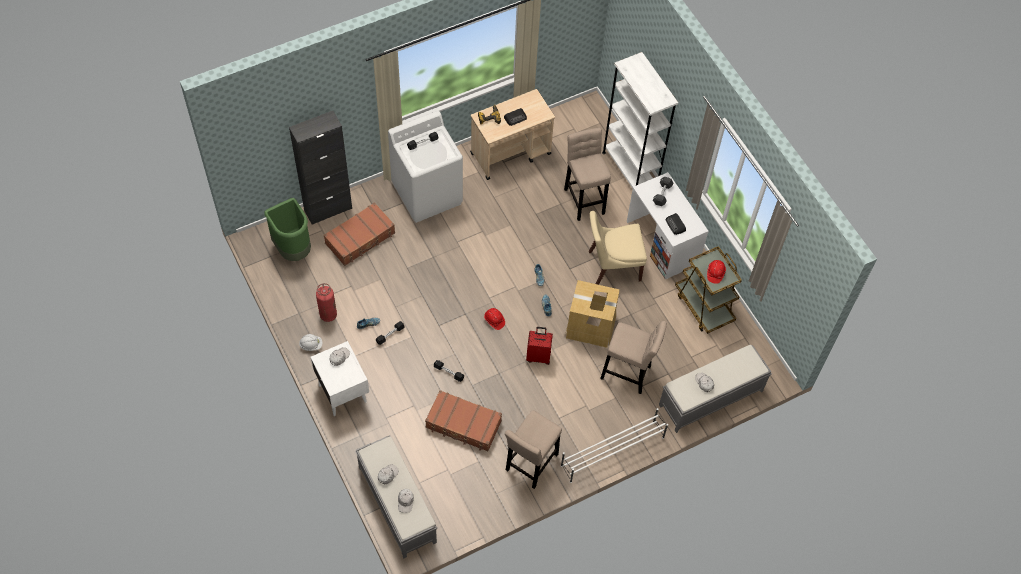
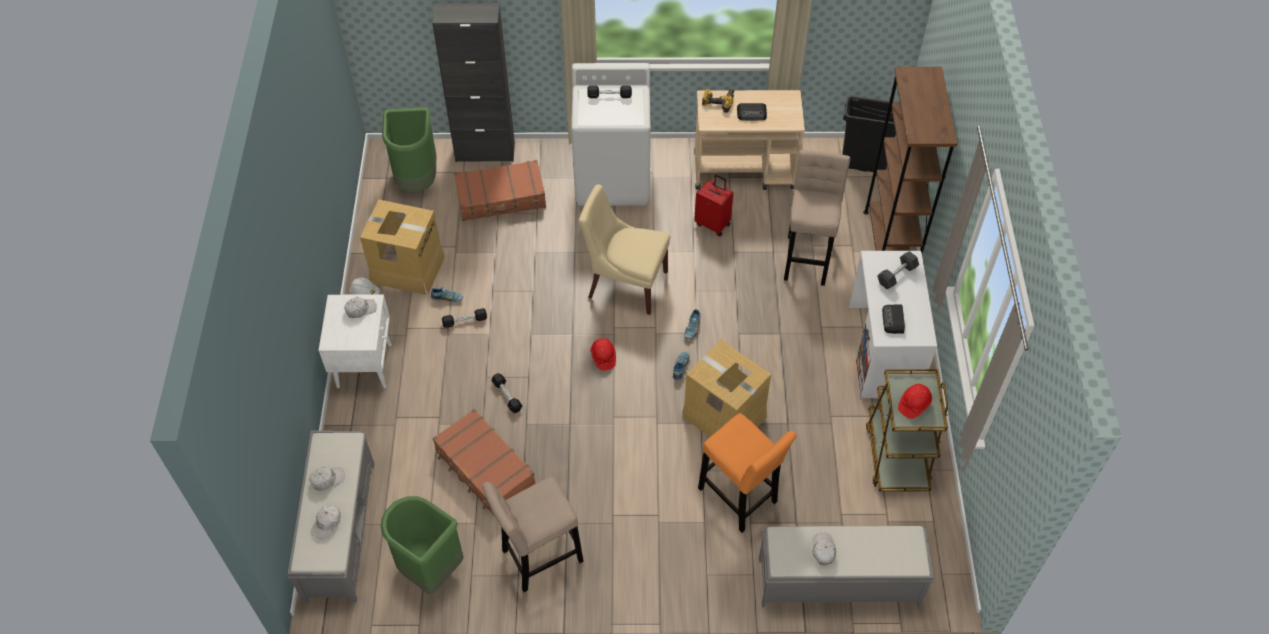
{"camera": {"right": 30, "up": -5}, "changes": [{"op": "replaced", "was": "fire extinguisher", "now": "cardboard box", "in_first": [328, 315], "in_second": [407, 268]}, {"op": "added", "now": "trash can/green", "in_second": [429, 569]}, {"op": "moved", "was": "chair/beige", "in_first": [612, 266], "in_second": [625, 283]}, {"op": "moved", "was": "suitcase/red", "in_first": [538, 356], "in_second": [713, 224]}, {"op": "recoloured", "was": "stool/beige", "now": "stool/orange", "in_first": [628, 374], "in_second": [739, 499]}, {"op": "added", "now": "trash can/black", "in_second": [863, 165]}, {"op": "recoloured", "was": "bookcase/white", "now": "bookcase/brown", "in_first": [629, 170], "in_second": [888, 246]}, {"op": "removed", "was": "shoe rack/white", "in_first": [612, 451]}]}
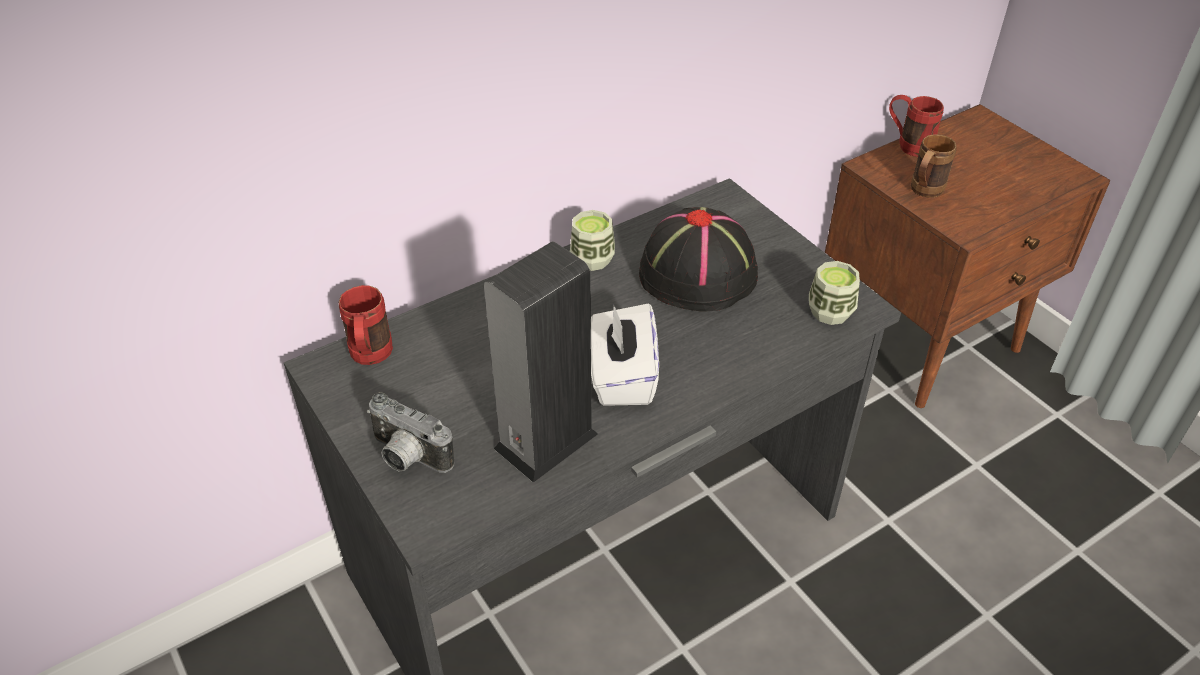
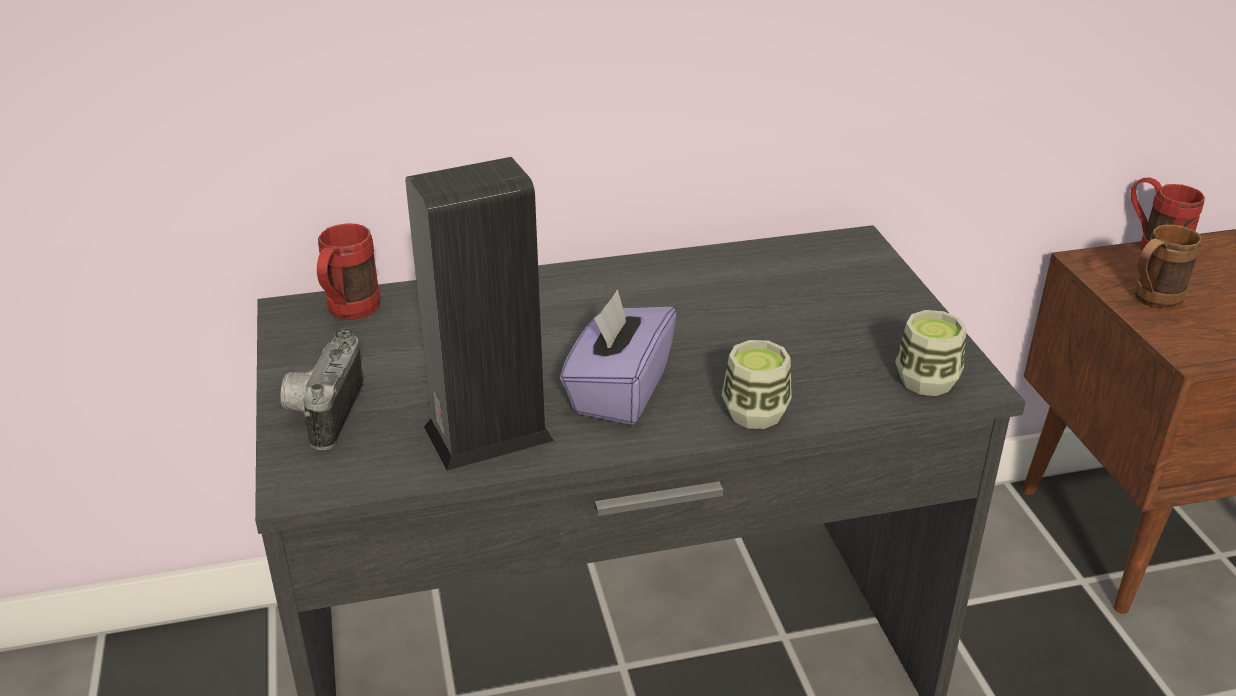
{"camera": {"right": 20, "up": -10}, "changes": [{"op": "turned", "was": "photo camera", "in_first": [407, 457], "in_second": [323, 413], "clockwise": 45}, {"op": "recoloured", "was": "tissue box/white", "now": "tissue box/purple", "in_first": [622, 377], "in_second": [619, 391]}, {"op": "moved", "was": "cup", "in_first": [592, 259], "in_second": [755, 413]}, {"op": "removed", "was": "hat/black", "in_first": [698, 273]}]}
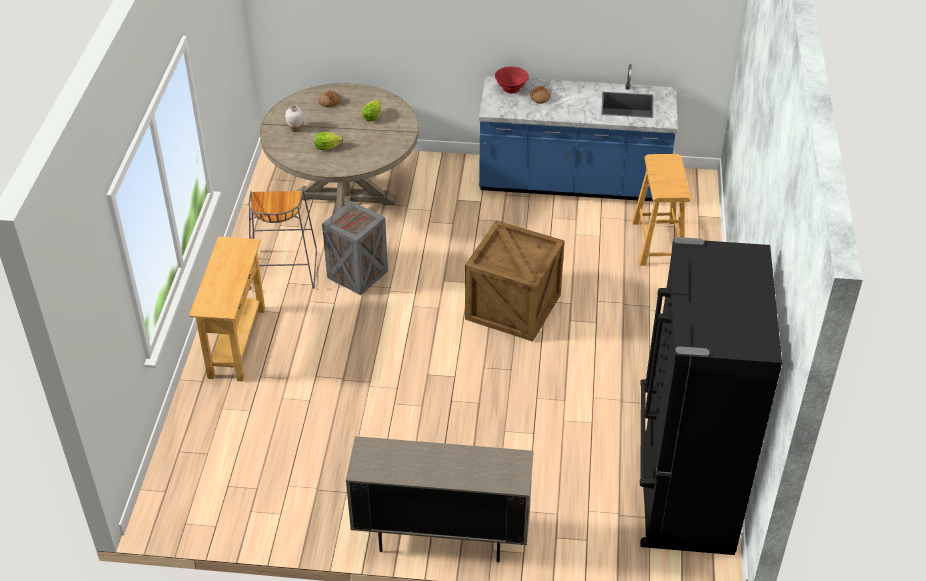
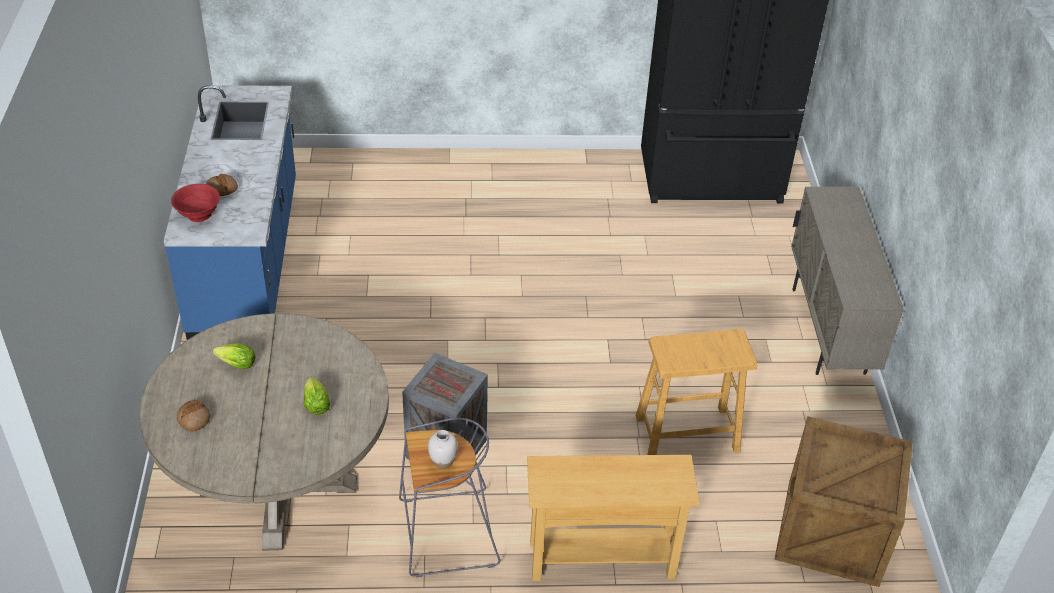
{"camera": {"right": -100, "up": 0}, "changes": [{"op": "moved", "was": "vase/white", "in_first": [296, 128], "in_second": [442, 462]}, {"op": "moved", "was": "stool/beige", "in_first": [657, 243], "in_second": [686, 433]}, {"op": "moved", "was": "crate", "in_first": [513, 308], "in_second": [834, 531]}]}
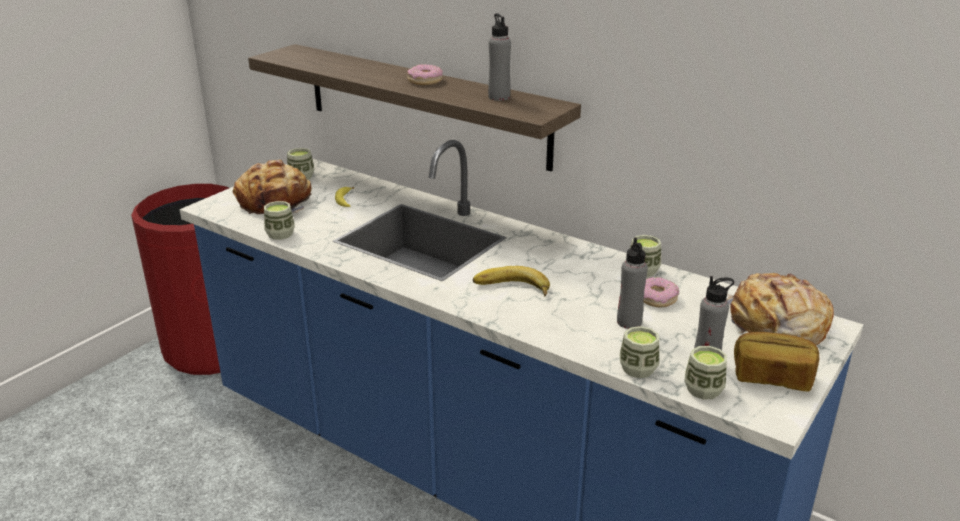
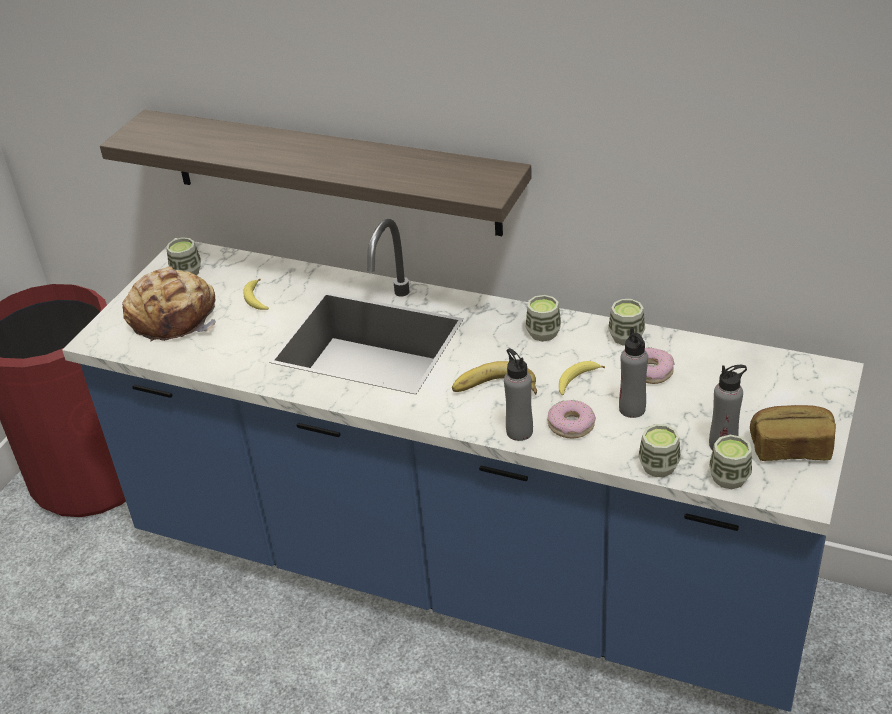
{"camera": {"right": -10, "up": 10}, "changes": [{"op": "moved", "was": "bottle/grey", "in_first": [499, 97], "in_second": [519, 431]}, {"op": "moved", "was": "cup", "in_first": [280, 234], "in_second": [543, 333]}, {"op": "moved", "was": "donut", "in_first": [425, 81], "in_second": [571, 425]}, {"op": "added", "now": "banana", "in_second": [576, 381]}, {"op": "removed", "was": "bread", "in_first": [776, 326]}]}
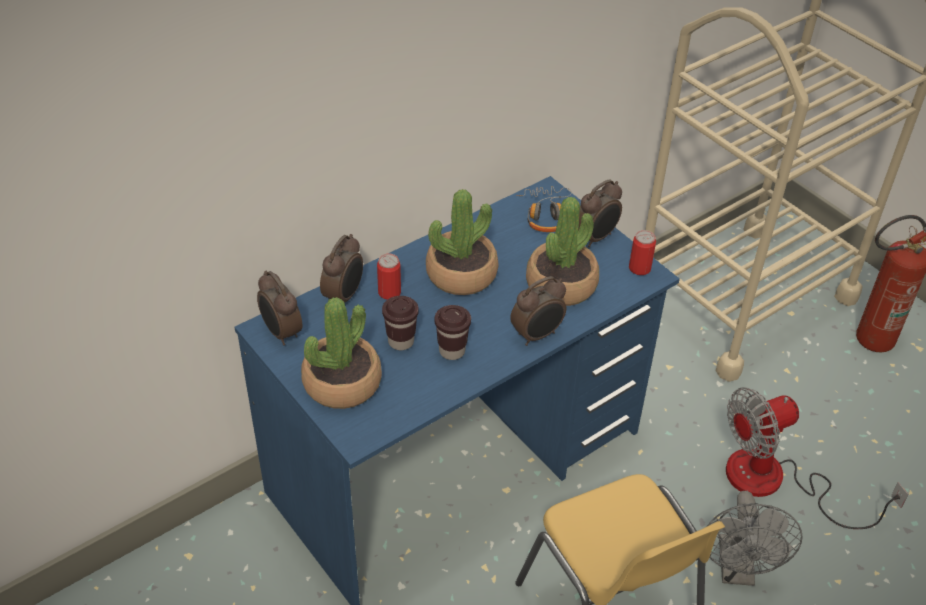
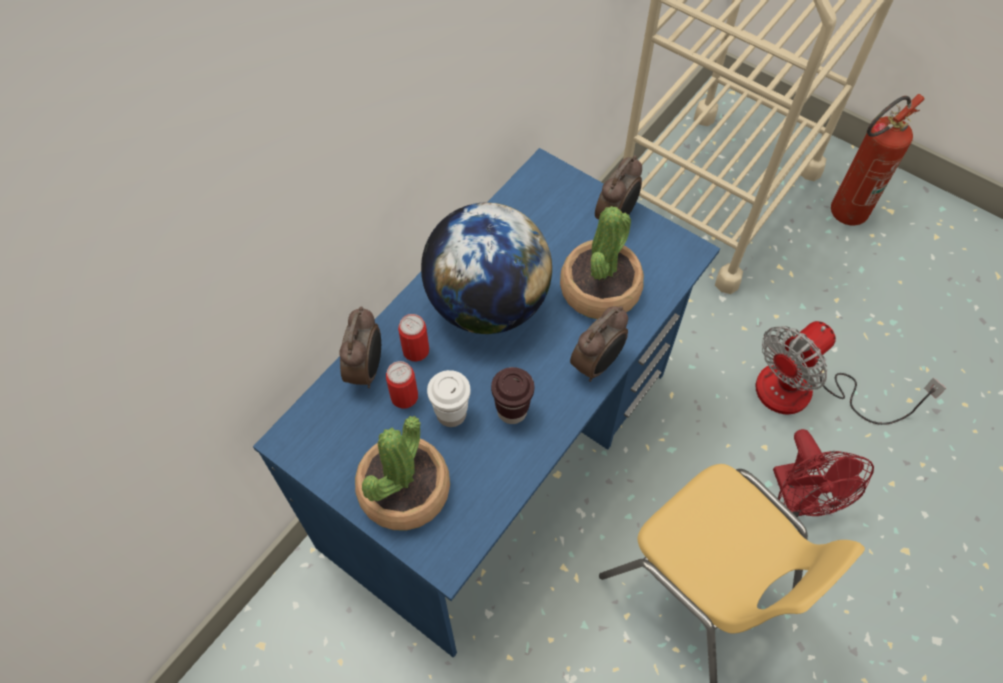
{"camera": {"right": -15, "up": 15}, "changes": [{"op": "moved", "was": "can", "in_first": [639, 268], "in_second": [404, 396]}, {"op": "replaced", "was": "potted plant", "now": "globe", "in_first": [461, 274], "in_second": [487, 304]}, {"op": "recoloured", "was": "cup/brown", "now": "cup/white", "in_first": [401, 341], "in_second": [451, 414]}, {"op": "recoloured", "was": "fan/grey", "now": "fan/red", "in_first": [737, 570], "in_second": [799, 499]}, {"op": "removed", "was": "alarm clock", "in_first": [281, 333]}, {"op": "removed", "was": "headphones", "in_first": [545, 215]}]}
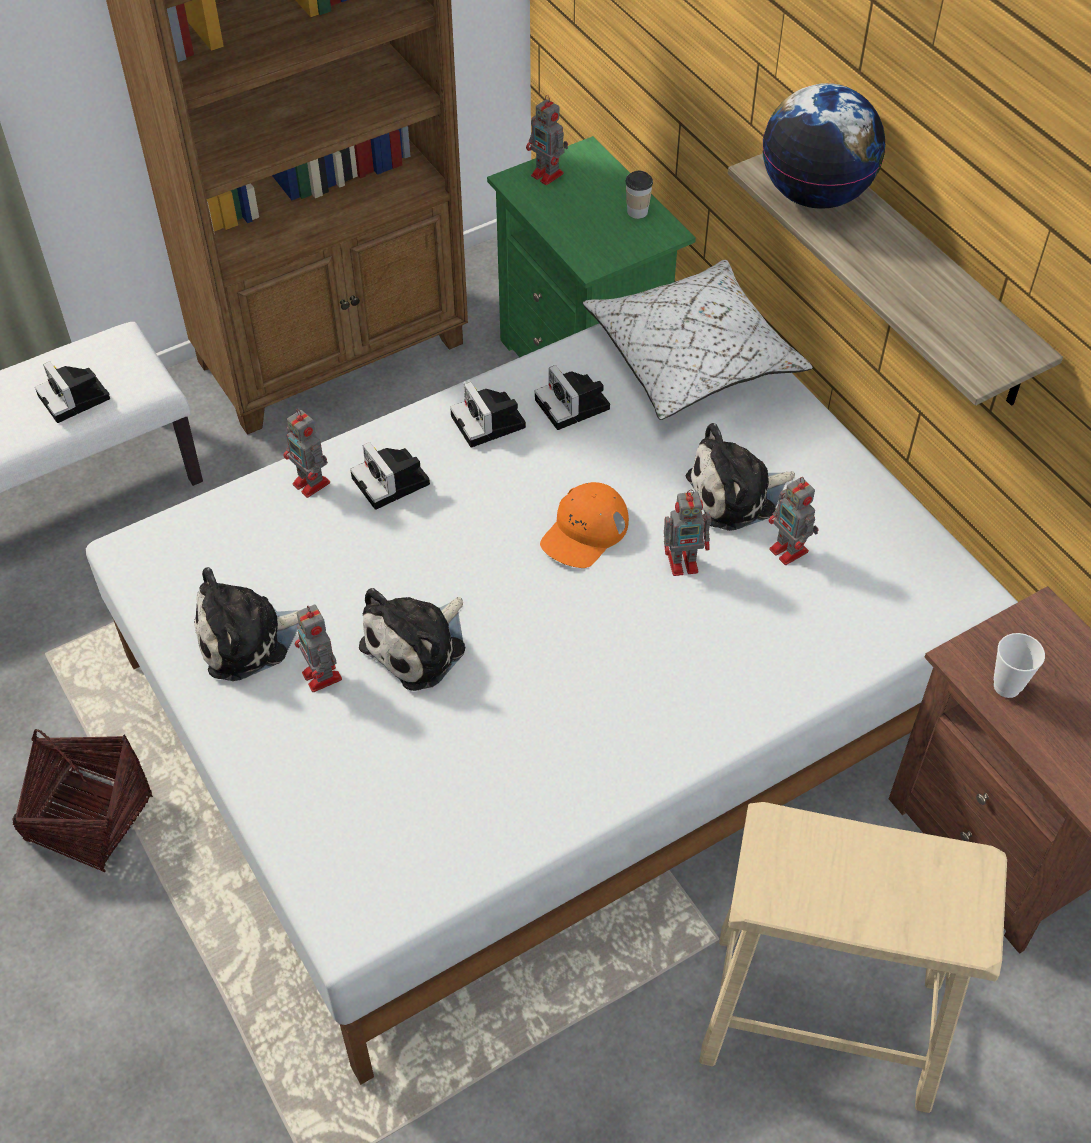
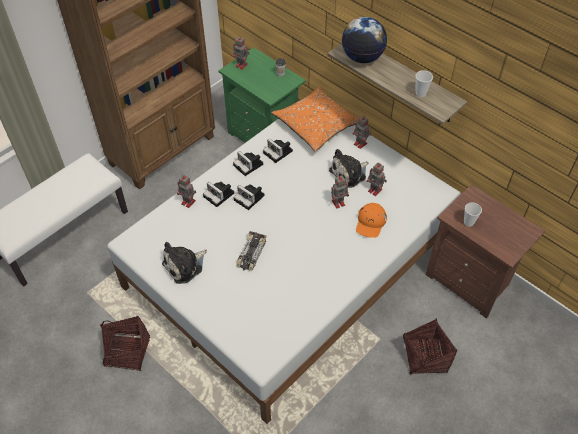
{"camera": {"right": -15, "up": 0}, "changes": [{"op": "moved", "was": "photo camera", "in_first": [76, 398], "in_second": [250, 198]}, {"op": "replaced", "was": "plush toy", "now": "toy car", "in_first": [418, 645], "in_second": [251, 254]}, {"op": "recoloured", "was": "pillow/white", "now": "pillow/orange", "in_first": [692, 357], "in_second": [316, 125]}, {"op": "moved", "was": "toy robot", "in_first": [323, 677], "in_second": [361, 144]}, {"op": "moved", "was": "cap/orange", "in_first": [584, 531], "in_second": [370, 222]}, {"op": "replaced", "was": "stool/beige", "now": "basket", "in_first": [820, 1016], "in_second": [424, 357]}, {"op": "added", "now": "cup", "in_second": [420, 93]}]}
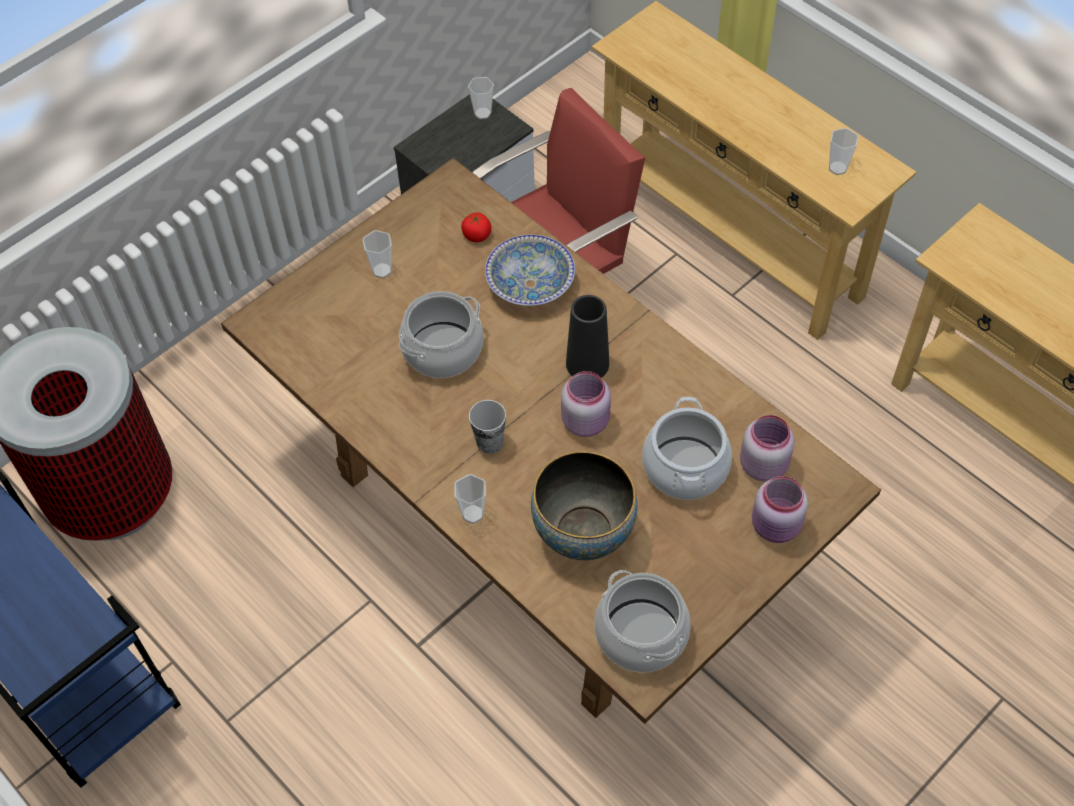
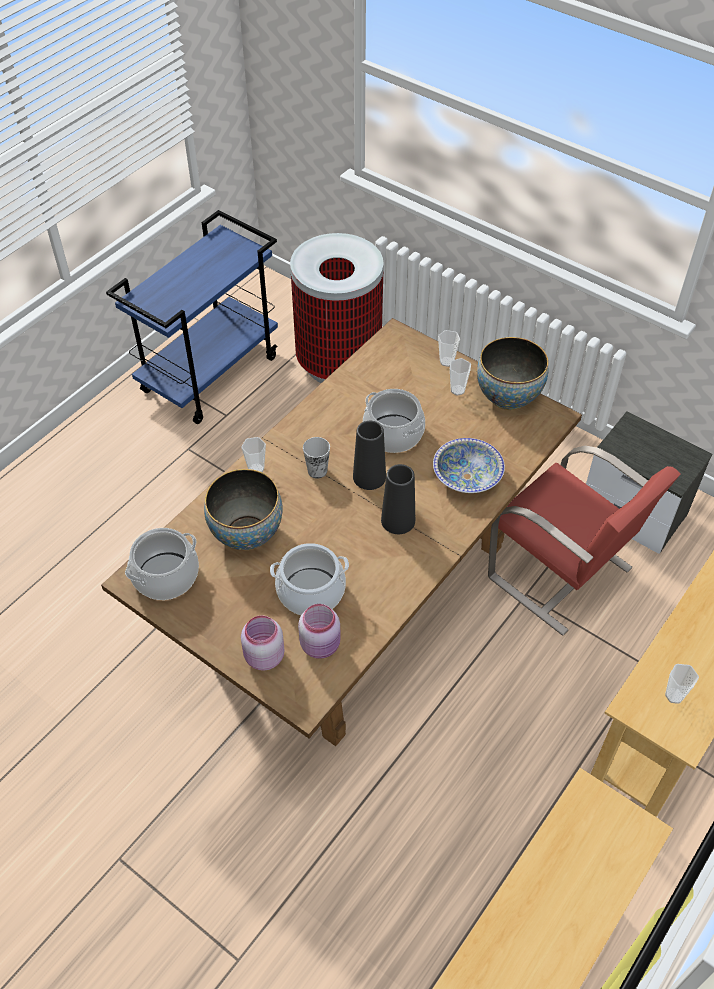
{"camera": {"right": 80, "up": -5}, "changes": [{"op": "added", "now": "vase/black", "in_second": [369, 477]}, {"op": "moved", "was": "cup", "in_first": [482, 113], "in_second": [446, 361]}, {"op": "added", "now": "bowl", "in_second": [508, 397]}, {"op": "removed", "was": "tomato", "in_first": [477, 235]}, {"op": "removed", "was": "jar/pink", "in_first": [586, 421]}]}
